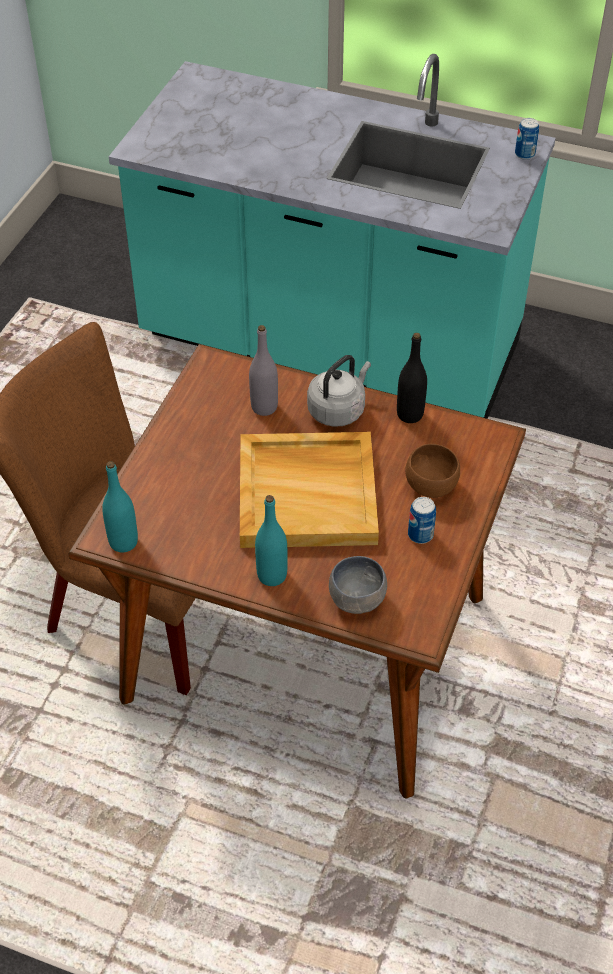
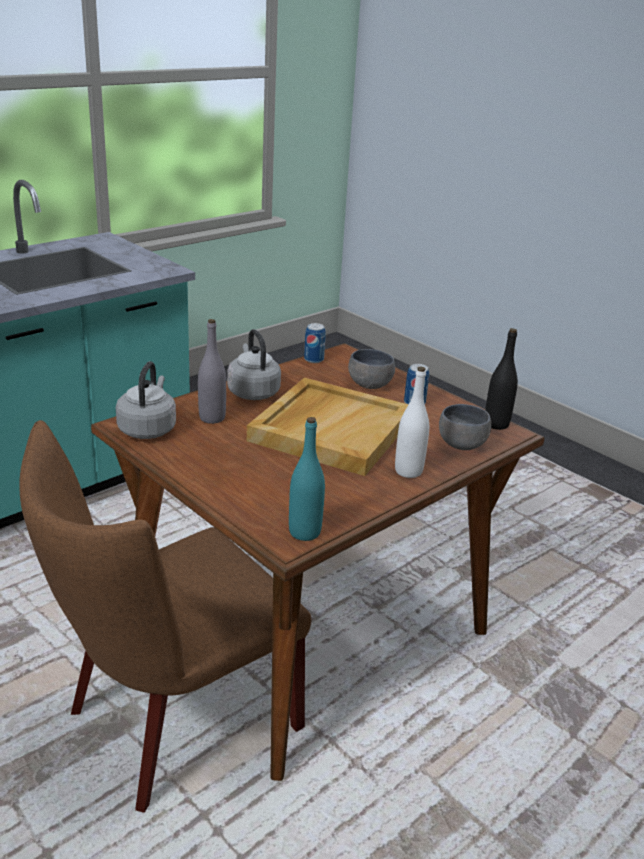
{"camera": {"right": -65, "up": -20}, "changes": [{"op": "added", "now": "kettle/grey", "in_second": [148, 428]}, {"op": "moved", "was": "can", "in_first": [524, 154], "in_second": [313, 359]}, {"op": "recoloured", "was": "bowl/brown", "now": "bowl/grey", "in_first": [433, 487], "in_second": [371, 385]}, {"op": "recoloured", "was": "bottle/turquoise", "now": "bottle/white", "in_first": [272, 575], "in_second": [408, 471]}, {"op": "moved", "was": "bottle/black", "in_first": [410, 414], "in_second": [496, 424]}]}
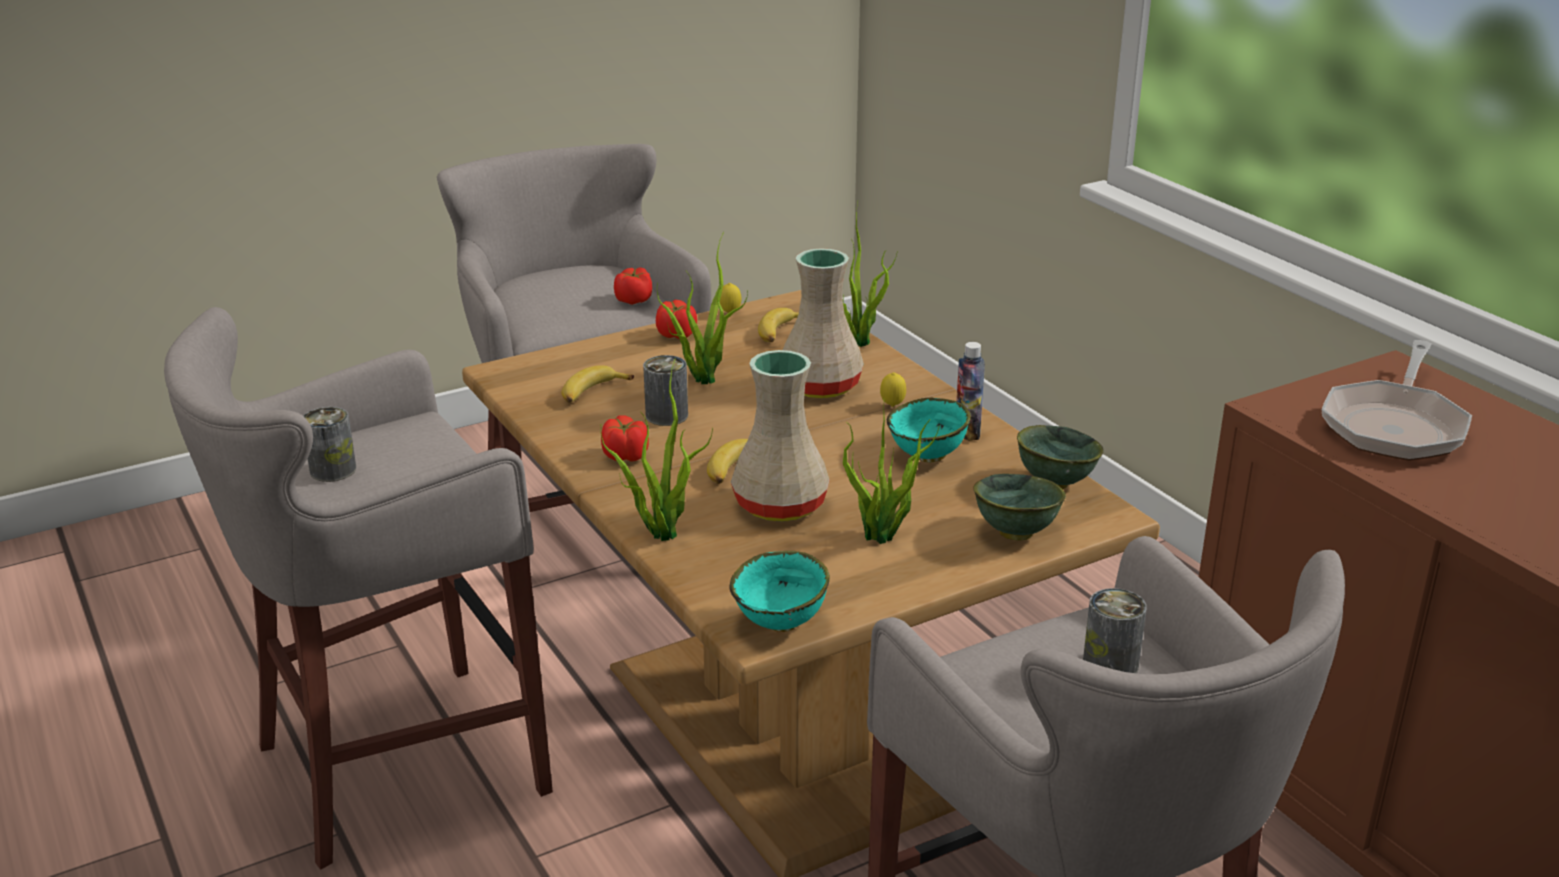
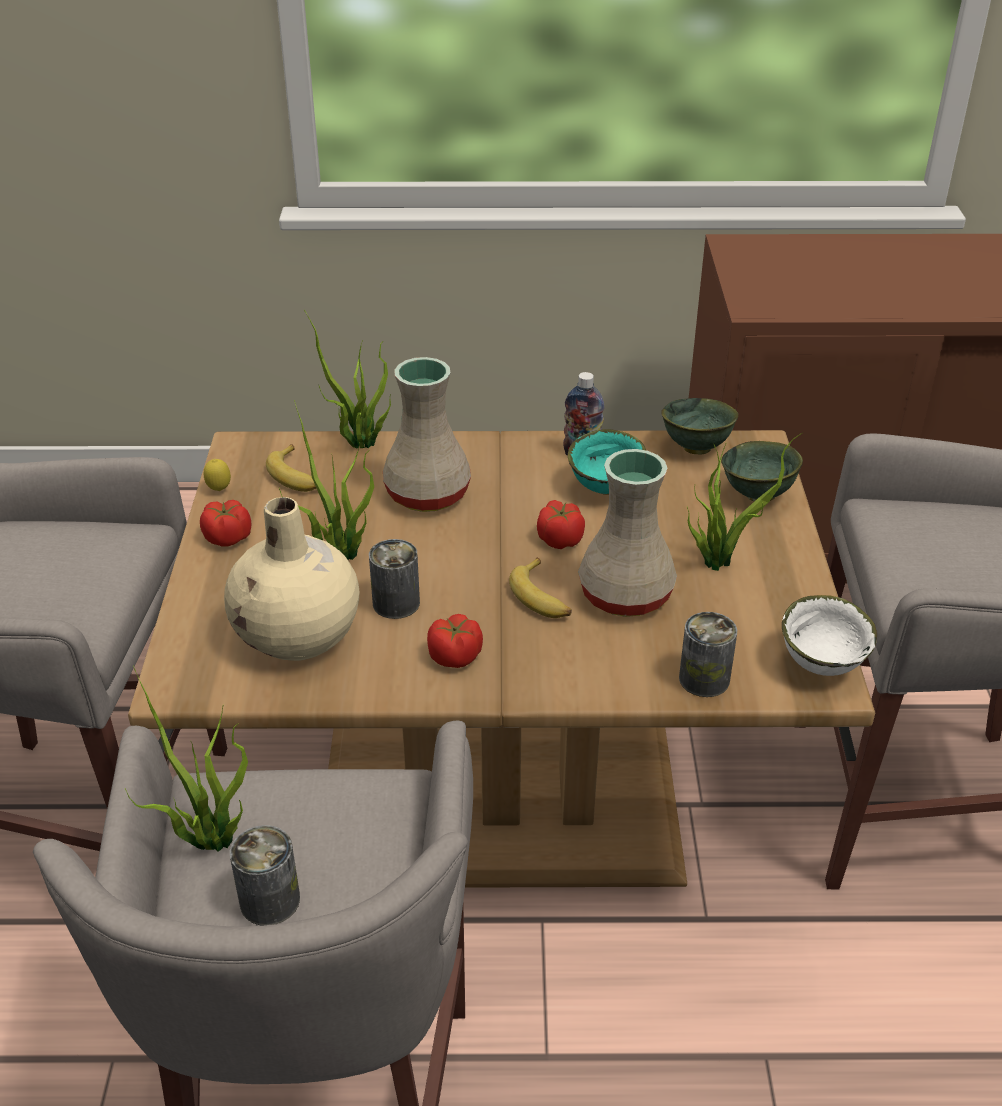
{"camera": {"right": -60, "up": 10}, "changes": [{"op": "moved", "was": "potted plant", "in_first": [660, 531], "in_second": [209, 841]}, {"op": "replaced", "was": "banana", "now": "vase/beige", "in_first": [592, 393], "in_second": [298, 636]}, {"op": "moved", "was": "tomato", "in_first": [634, 300], "in_second": [560, 539]}, {"op": "moved", "was": "can", "in_first": [1110, 664], "in_second": [704, 679]}, {"op": "recoloured", "was": "bowl/turquoise", "now": "bowl/white", "in_first": [782, 624], "in_second": [822, 664]}, {"op": "removed", "was": "lemon", "in_first": [892, 406]}, {"op": "removed", "was": "frying pan", "in_first": [1395, 425]}]}
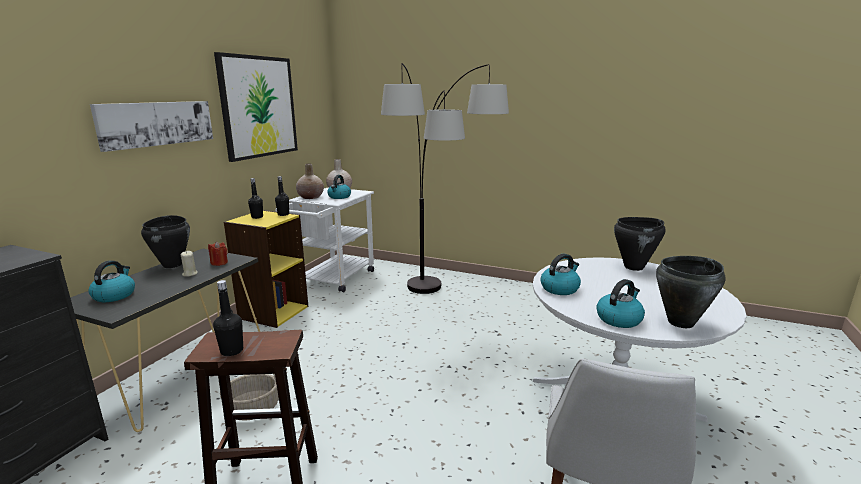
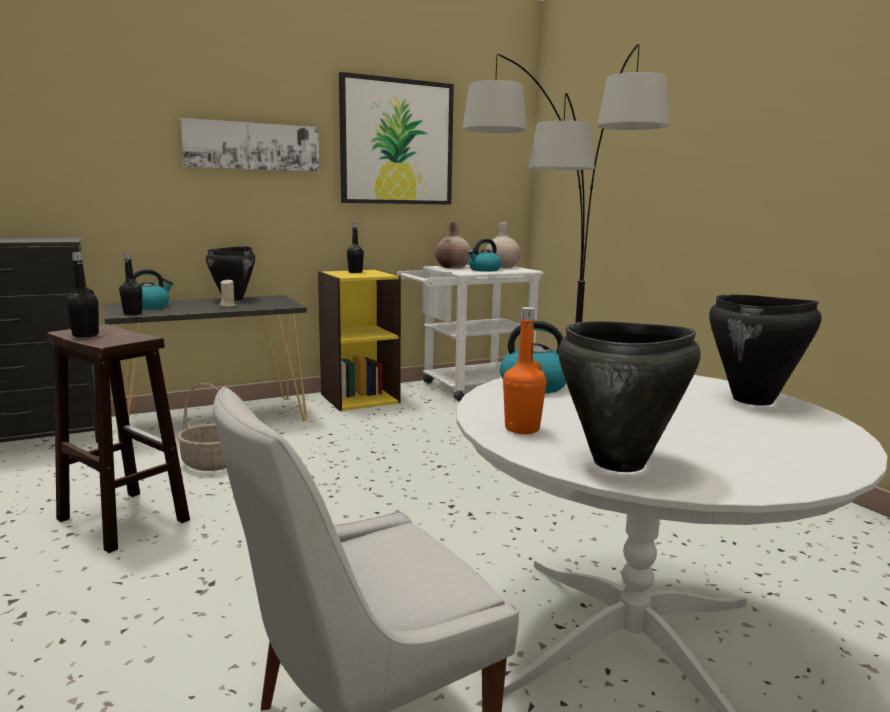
{"camera": {"right": 40, "up": -5}, "changes": [{"op": "moved", "was": "bottle/black", "in_first": [283, 214], "in_second": [132, 314]}, {"op": "replaced", "was": "kettle", "now": "bottle/orange", "in_first": [619, 319], "in_second": [522, 429]}, {"op": "removed", "was": "candle/red", "in_first": [219, 263]}]}
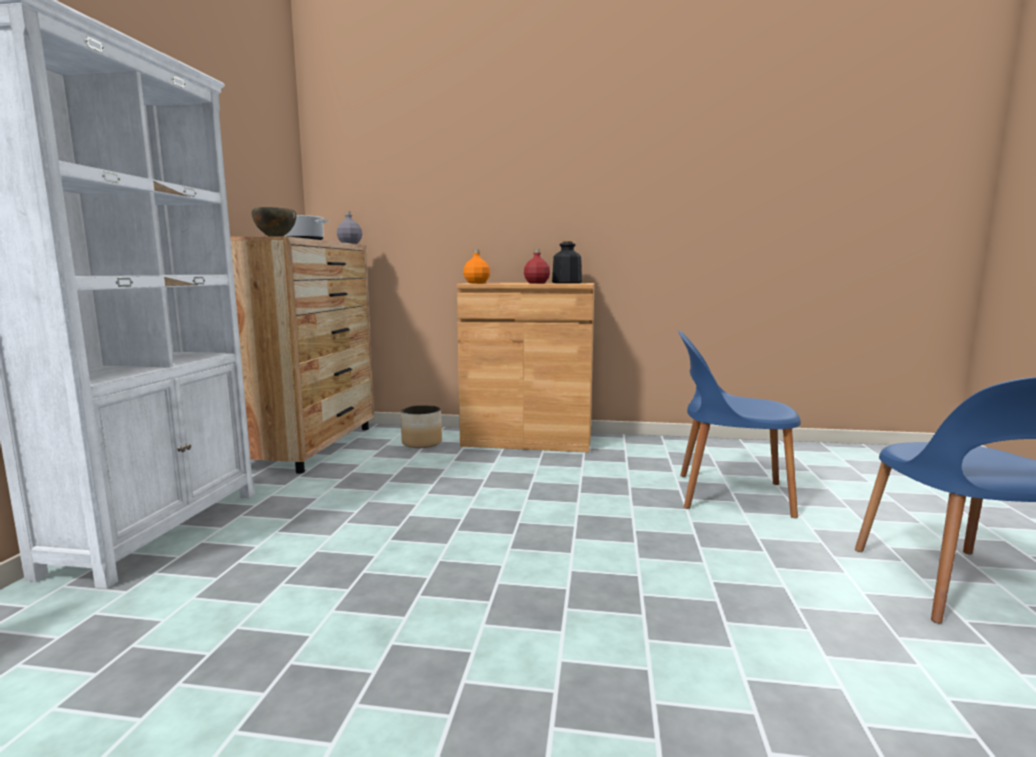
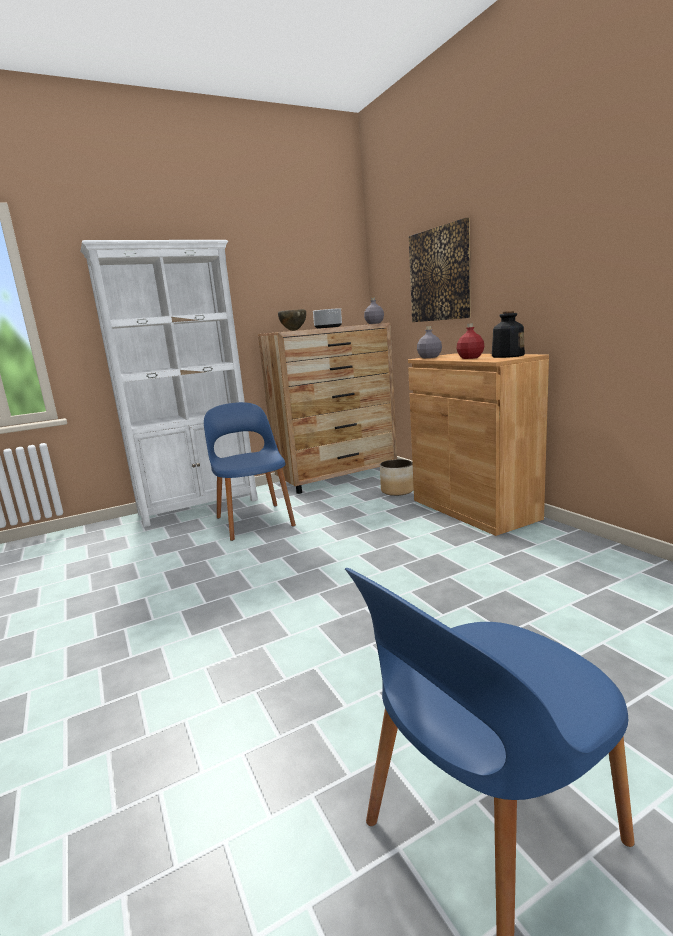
{"camera": {"right": 55, "up": 5}, "changes": [{"op": "moved", "was": "chair/blue", "in_first": [728, 494], "in_second": [254, 520]}, {"op": "added", "now": "picture", "in_second": [440, 274]}, {"op": "recoloured", "was": "bottle/orange", "now": "bottle/grey", "in_first": [476, 283], "in_second": [429, 357]}]}
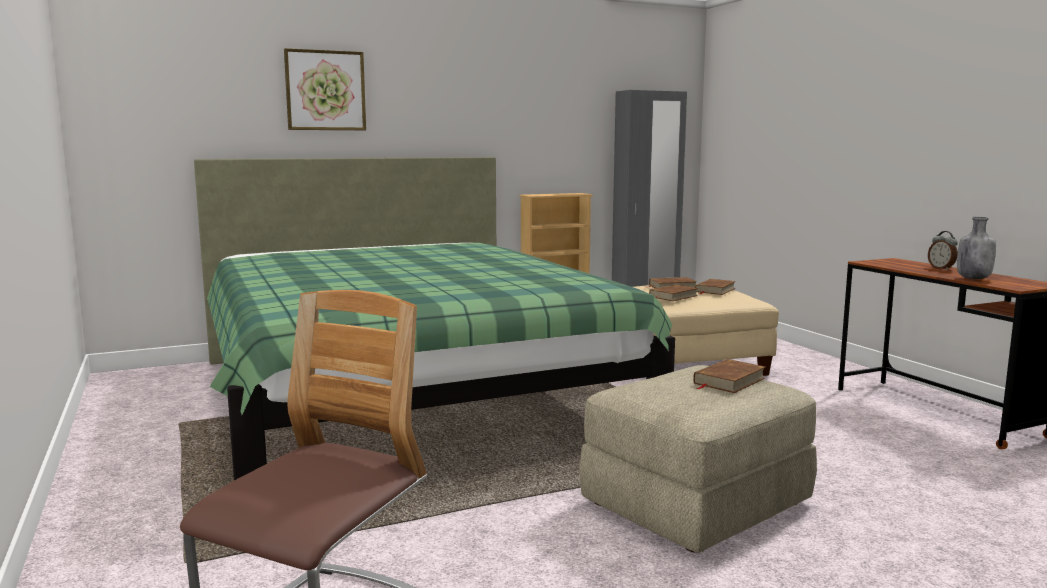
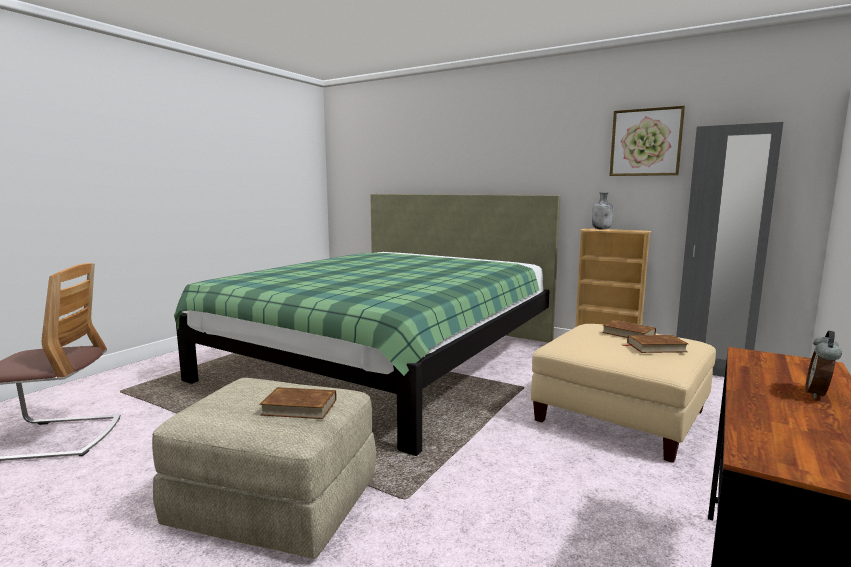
{"camera": {"right": 55, "up": 0}, "changes": [{"op": "moved", "was": "bottle/grey", "in_first": [973, 278], "in_second": [601, 229]}, {"op": "moved", "was": "picture", "in_first": [325, 90], "in_second": [645, 142]}, {"op": "removed", "was": "book/brown", "in_first": [673, 296]}]}
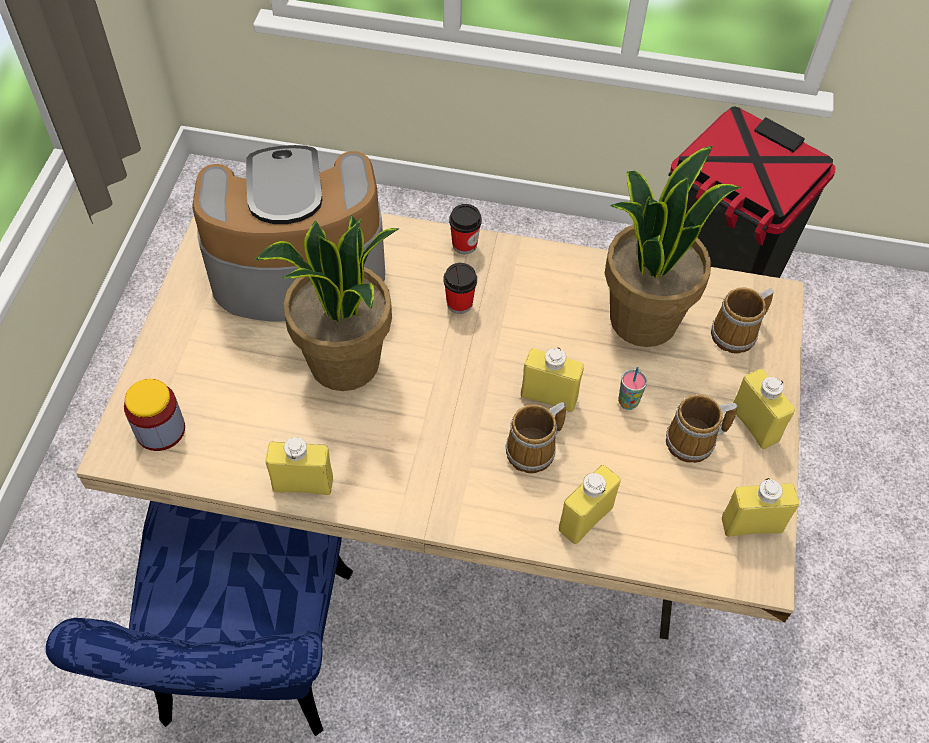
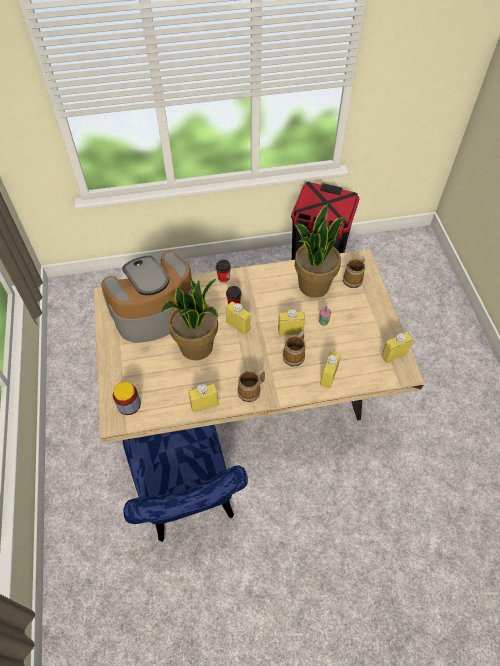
{"camera": {"right": -20, "up": 0}, "changes": [{"op": "moved", "was": "bottle/yellow", "in_first": [754, 424], "in_second": [238, 325]}, {"op": "moved", "was": "mug", "in_first": [694, 442], "in_second": [251, 391]}]}
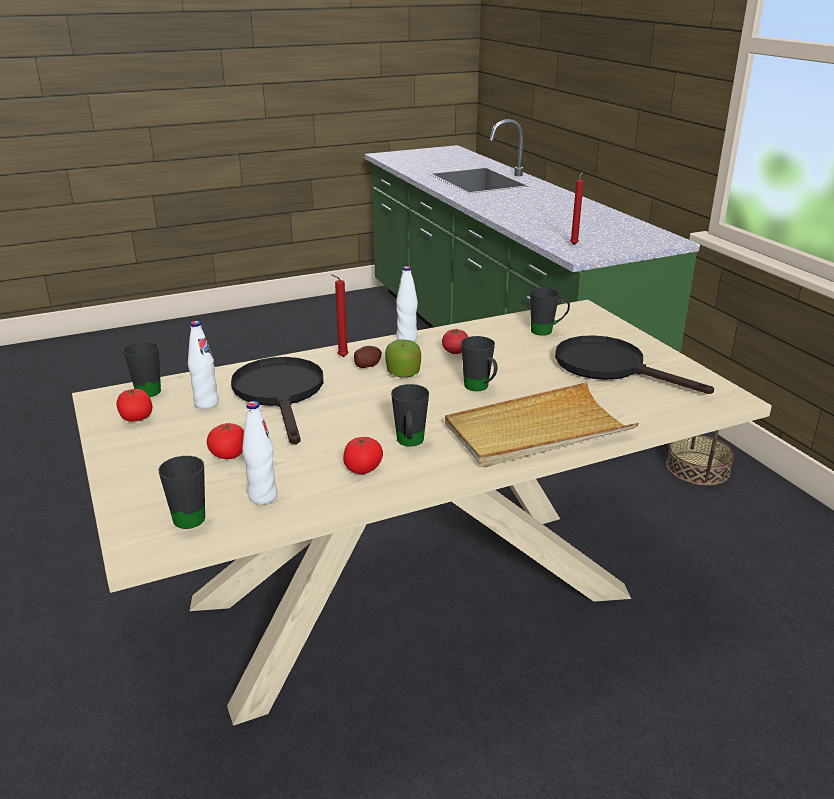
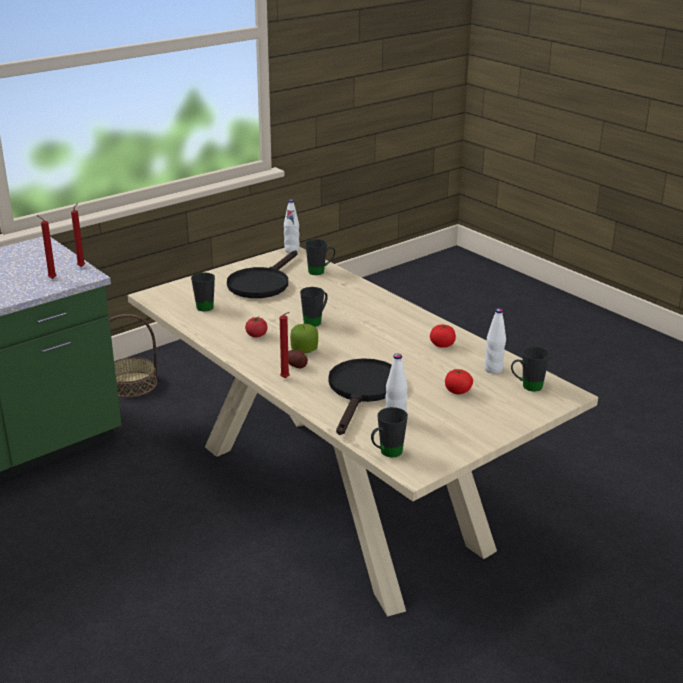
{"camera": {"right": -105, "up": 0}, "changes": [{"op": "added", "now": "candle/red", "in_second": [82, 266]}, {"op": "moved", "was": "bottle/white", "in_first": [407, 339], "in_second": [291, 250]}, {"op": "moved", "was": "mug/black", "in_first": [410, 443], "in_second": [320, 271]}, {"op": "turned", "was": "frying pan/black", "in_first": [281, 394], "in_second": [363, 391], "clockwise": 135}, {"op": "removed", "was": "tomato", "in_first": [136, 418]}, {"op": "removed", "was": "tray/beige", "in_first": [537, 431]}]}
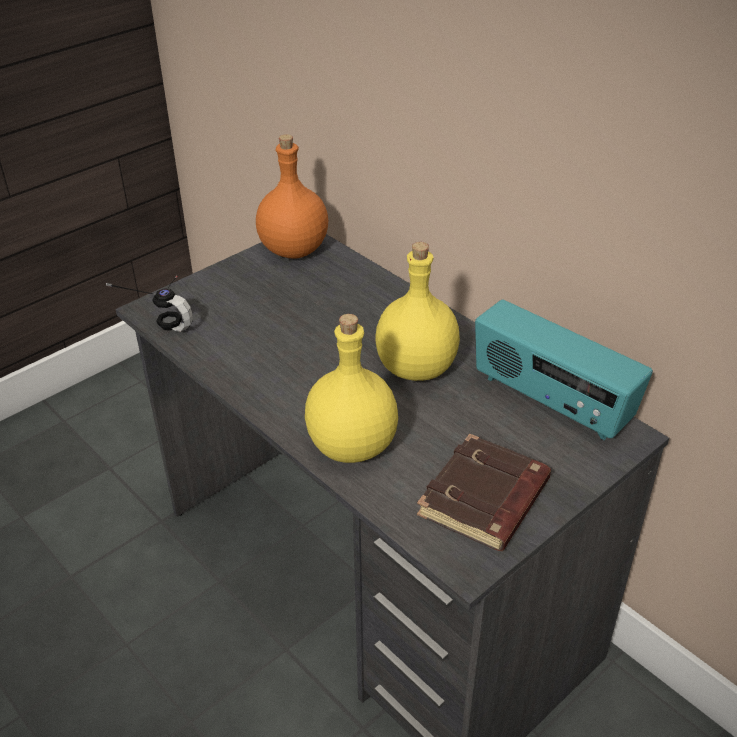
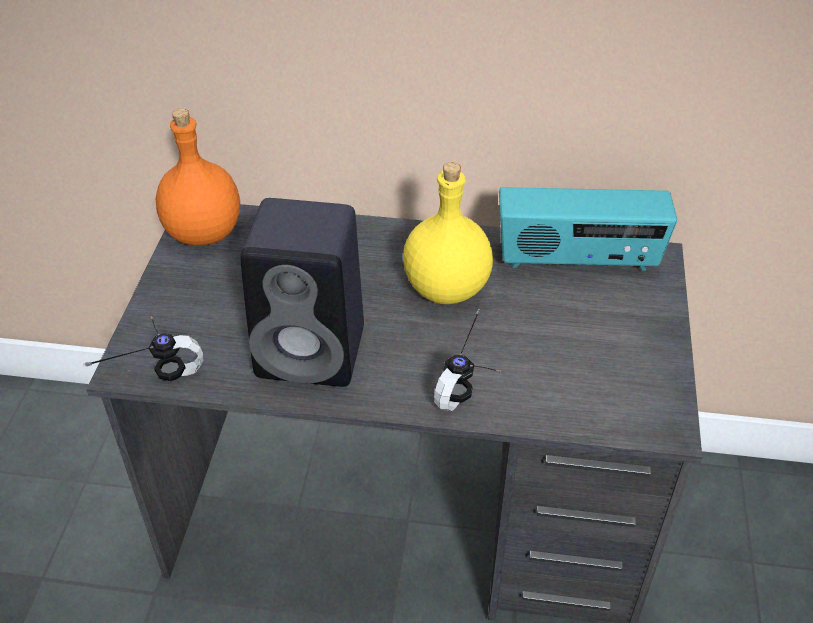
{"camera": {"right": -40, "up": 5}, "changes": [{"op": "added", "now": "speaker/black", "in_second": [315, 351]}, {"op": "replaced", "was": "bottle/yellow", "now": "headphones", "in_first": [352, 444], "in_second": [475, 386]}, {"op": "removed", "was": "book/brown", "in_first": [485, 500]}]}
